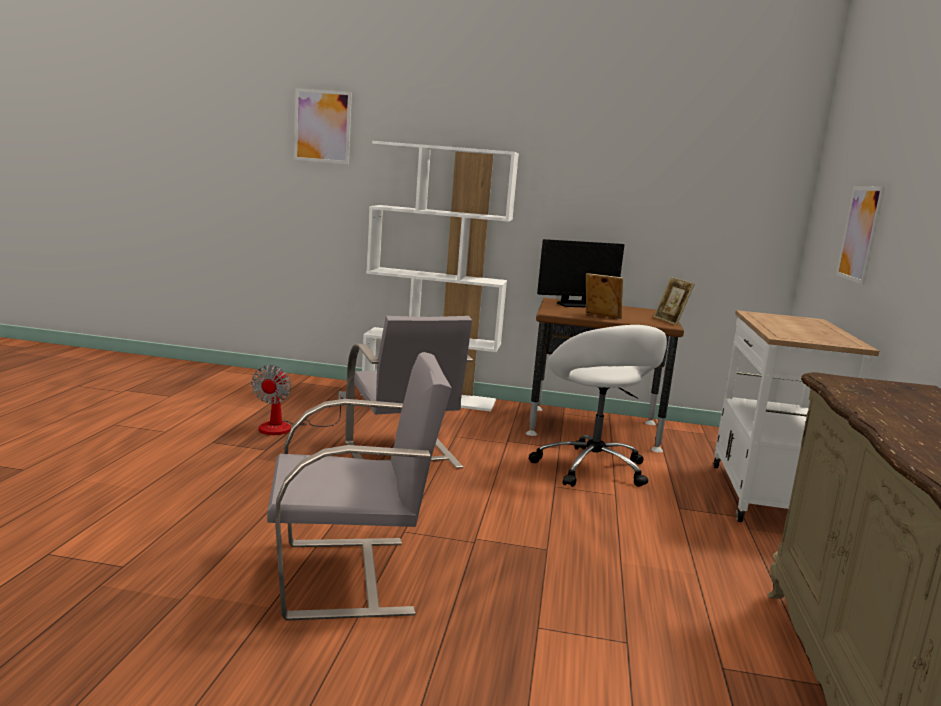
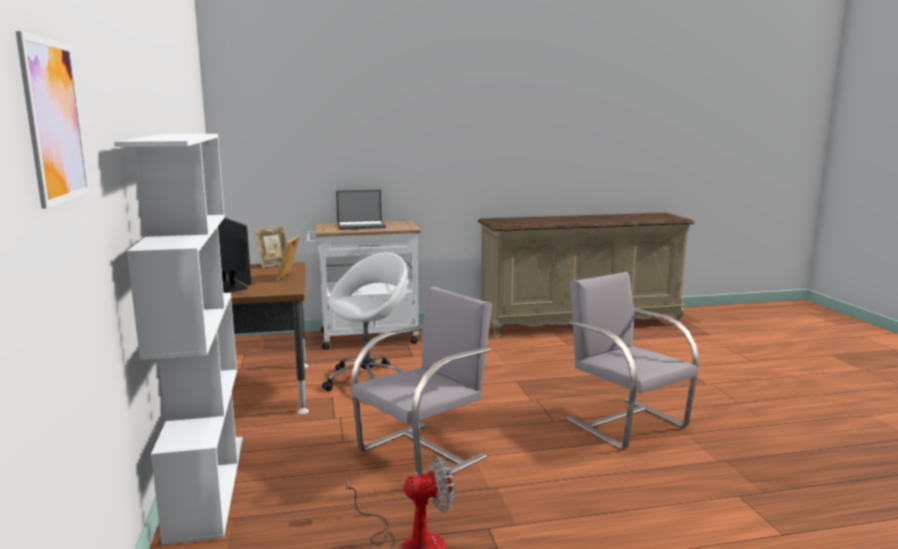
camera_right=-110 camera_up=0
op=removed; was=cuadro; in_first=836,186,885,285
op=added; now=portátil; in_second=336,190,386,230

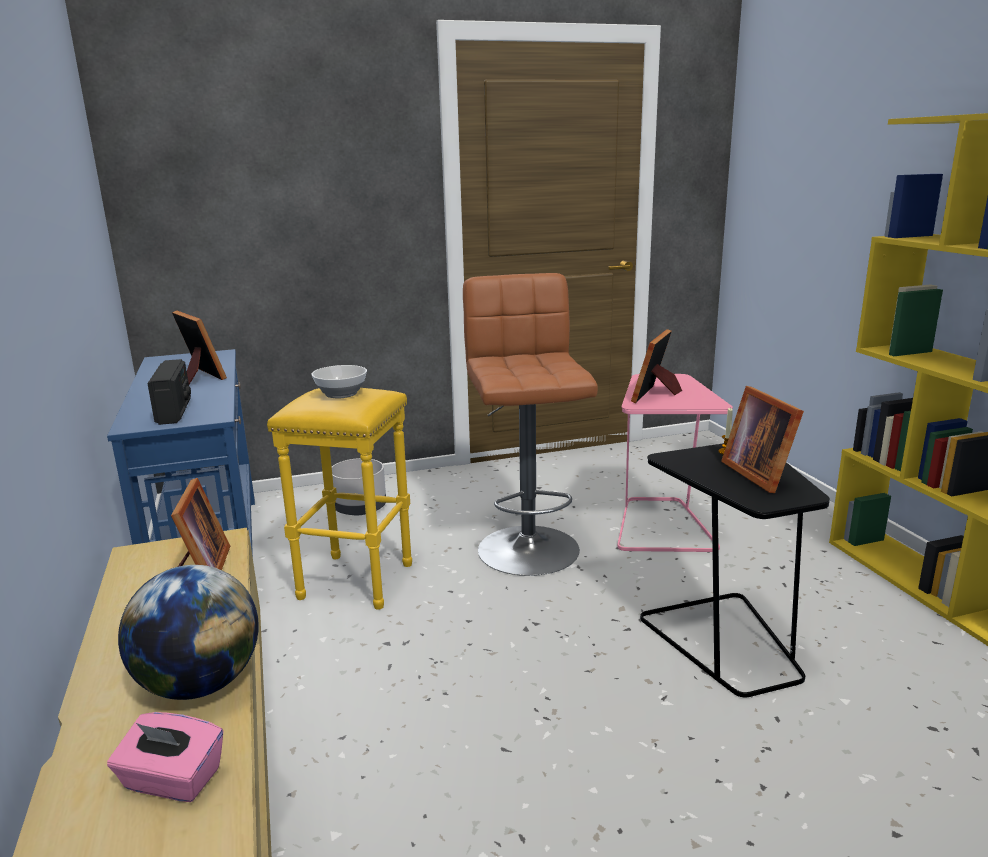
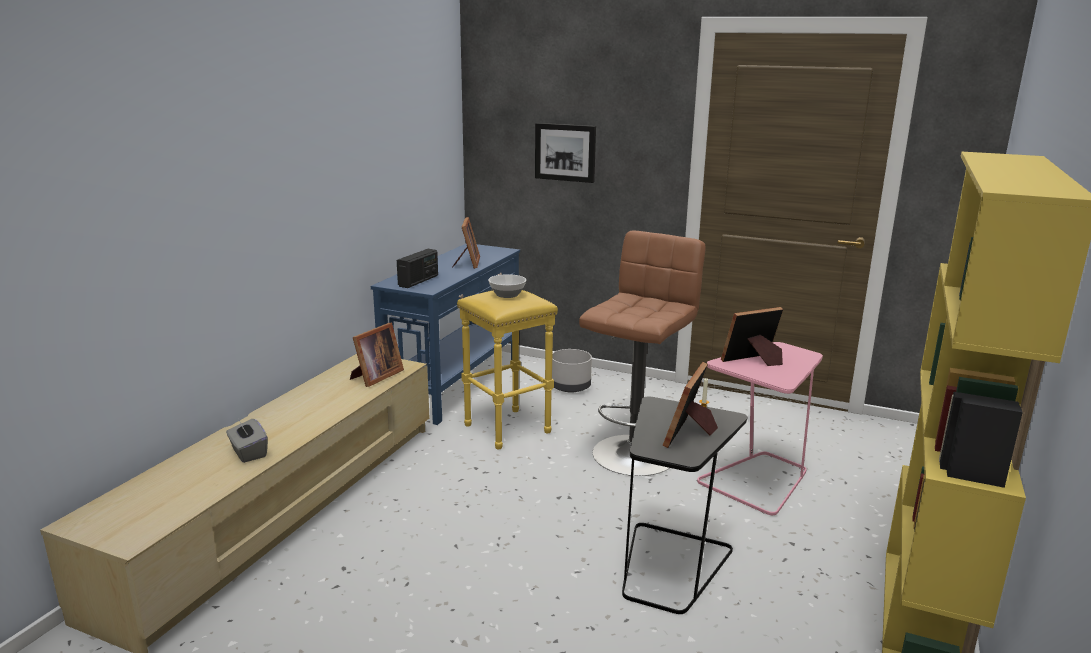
camera_right=40 camera_up=0
op=removed; was=globo terráqueo; in_first=118,565,259,700
op=added; now=cuadro; in_second=535,123,596,183
op=recoloured; was=caja de pañuelos [rosa]; now=caja de pañuelos [gris]; in_first=107,712,223,802; in_second=226,419,268,463

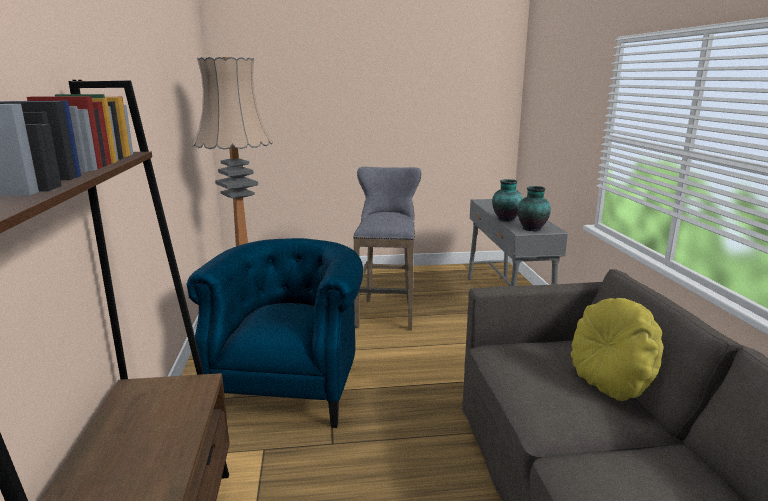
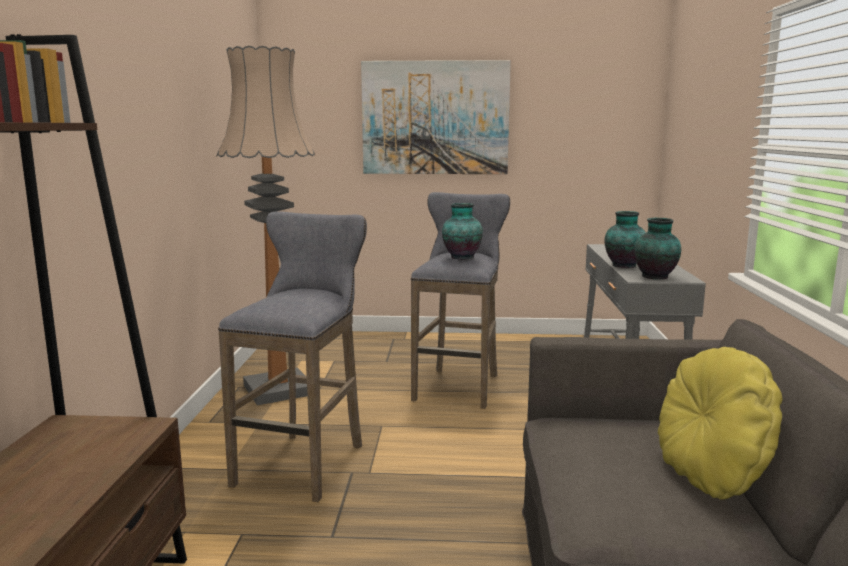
camera_right=10 camera_up=-5
op=added; now=cuadro; in_second=361,60,511,174
op=added; now=florero; in_second=442,203,483,260
op=replaced; was=sillón [azul]; now=taburete [gris]; in_first=186,238,363,428; in_second=218,211,367,502

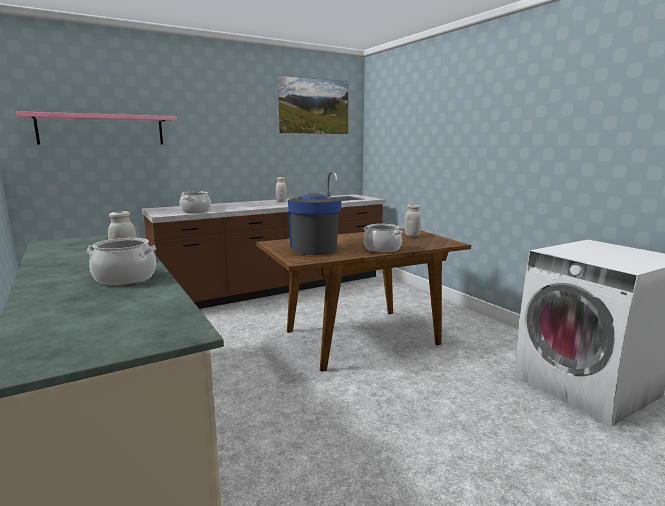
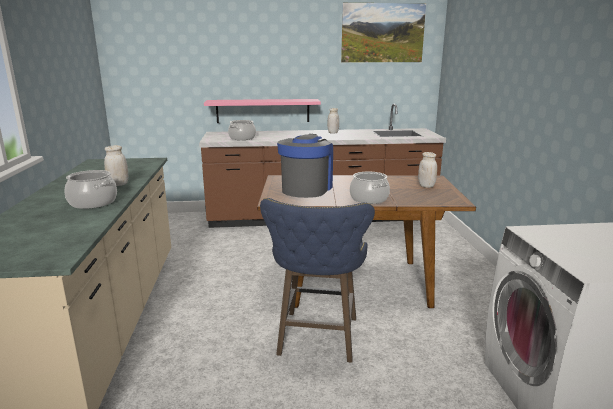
camera_right=25 camera_up=5
op=added; now=taburete [azul]; in_second=260,198,375,363
op=moved; was=estante [rosa]; in_first=16,111,177,145; in_second=204,99,321,123

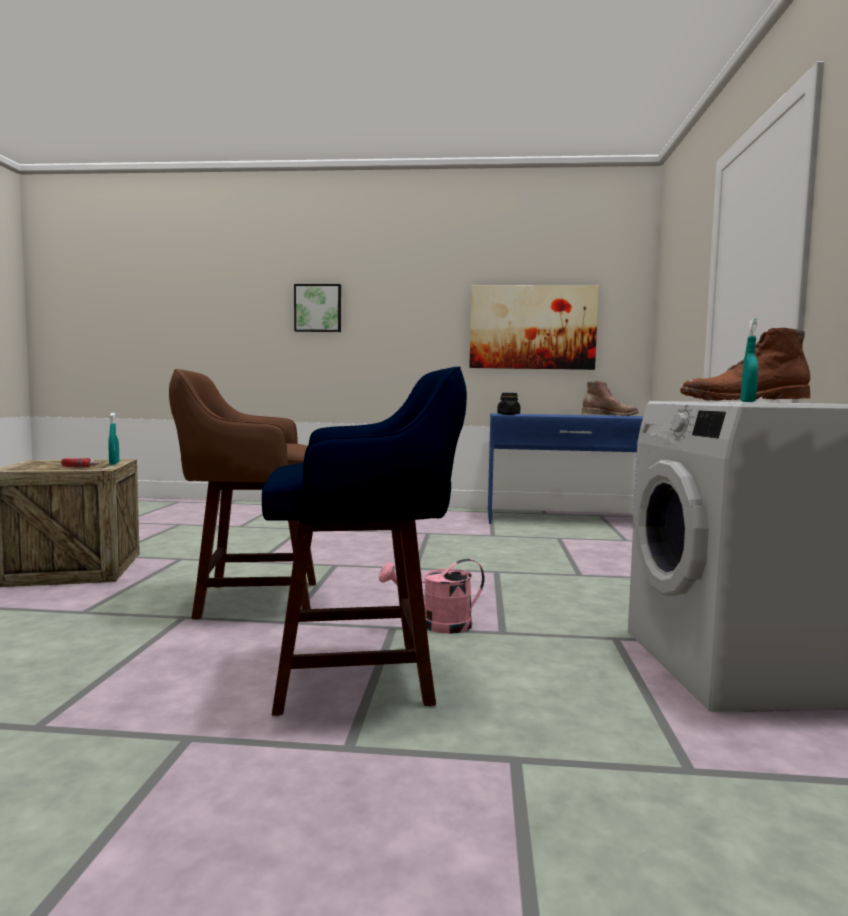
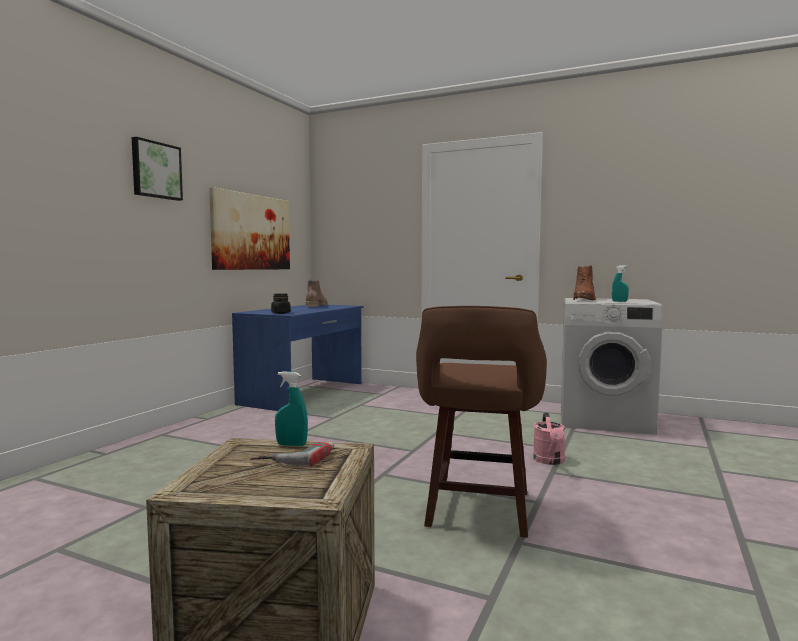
camera_right=-70 camera_up=0
op=removed; was=taburete [azul]; in_first=262,366,467,716
op=moved; was=cuadro; in_first=294,284,341,332; in_second=132,137,183,201

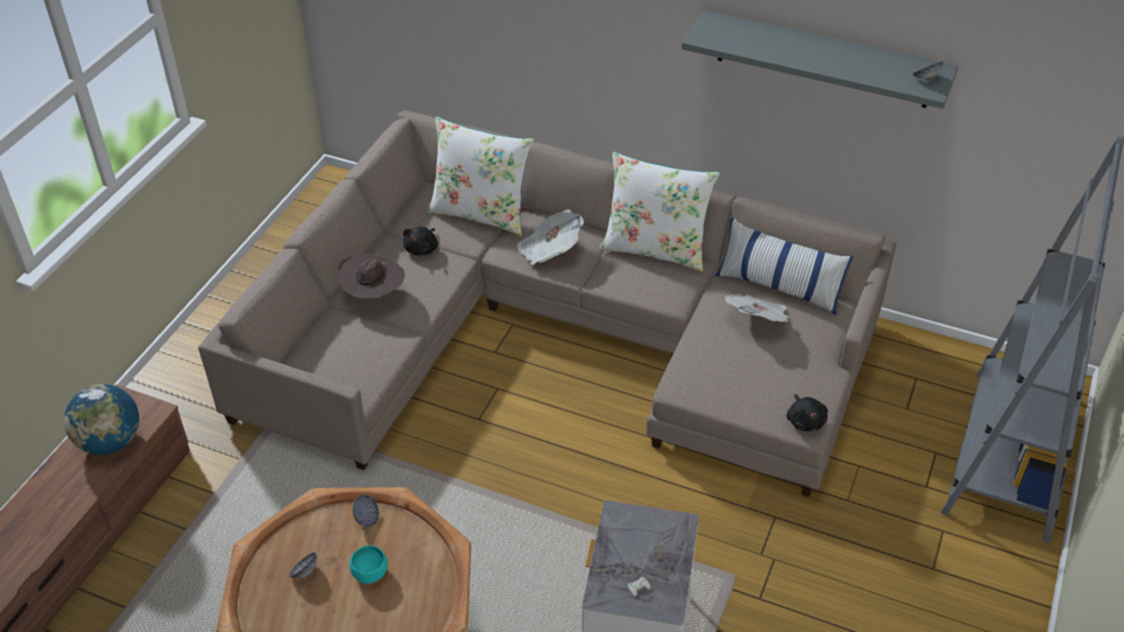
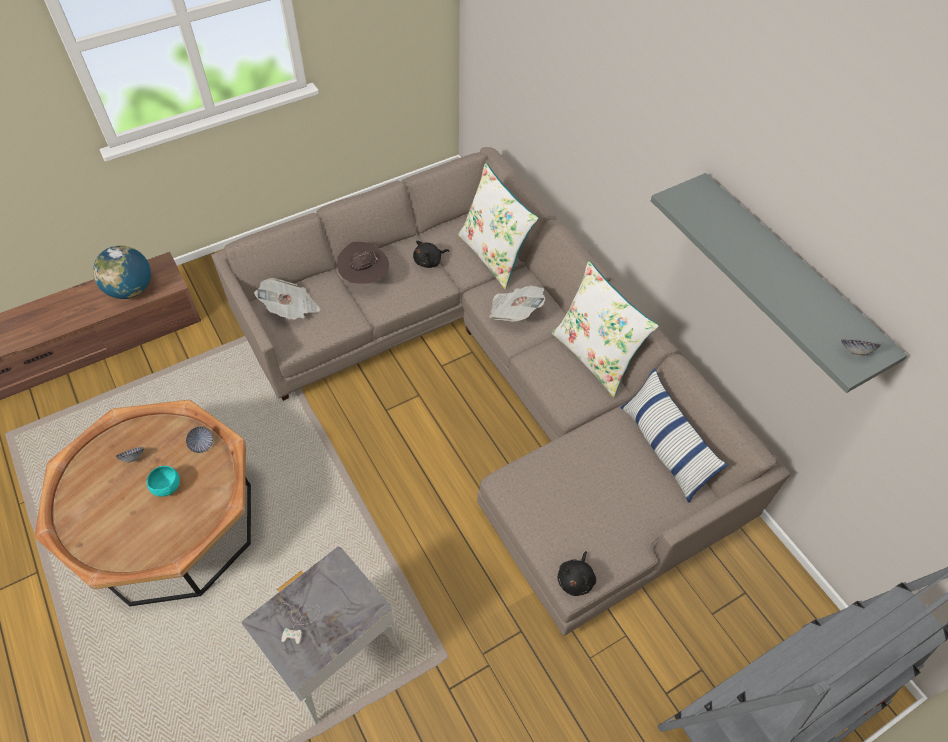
camera_right=35 camera_up=10
op=moved; was=periódico; in_first=725,294,789,322; in_second=254,278,320,320

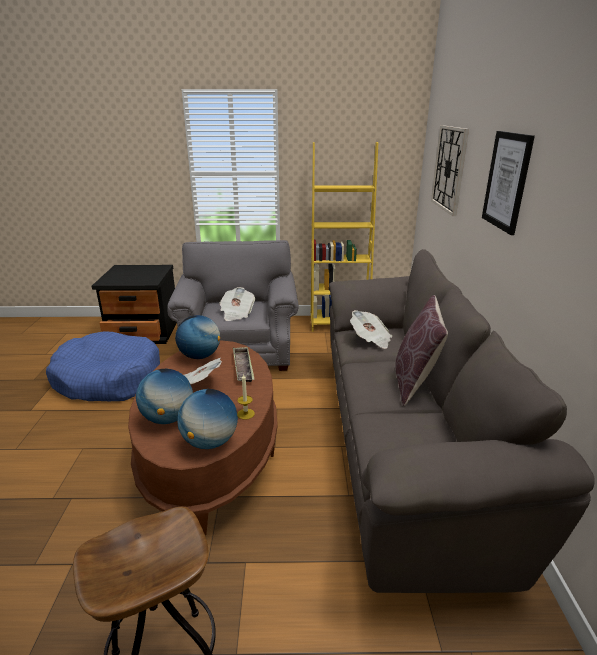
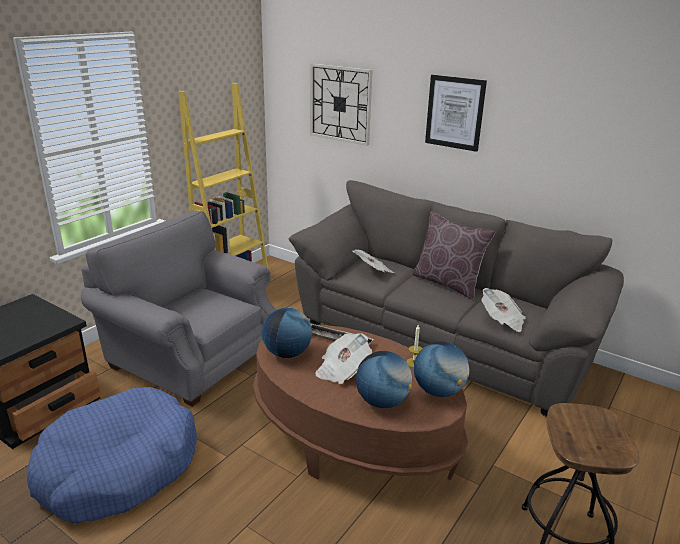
camera_right=-55 camera_up=0
op=moved; was=periódico; in_first=220,287,255,321; in_second=481,288,526,332

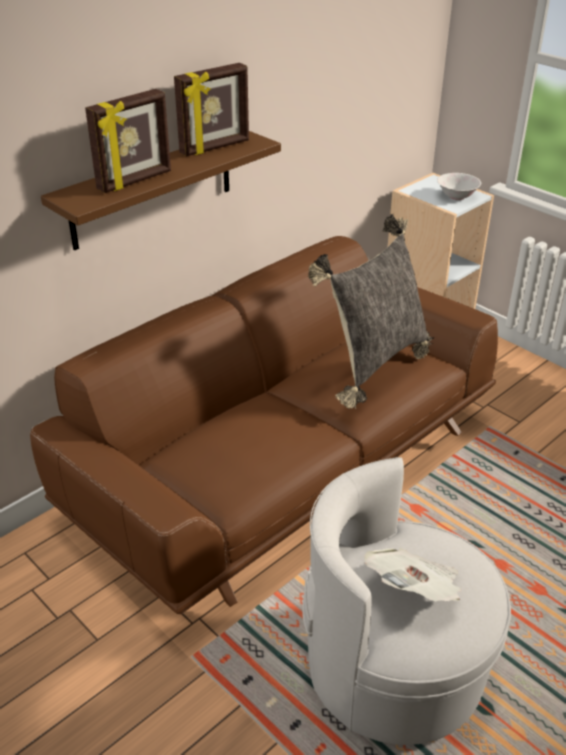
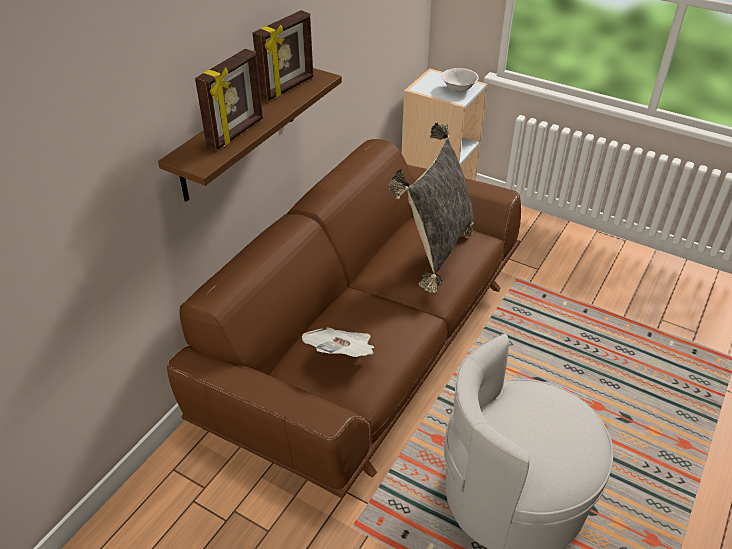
camera_right=-15 camera_up=5
op=moved; was=periódico; in_first=364,548,461,601; in_second=302,327,374,357

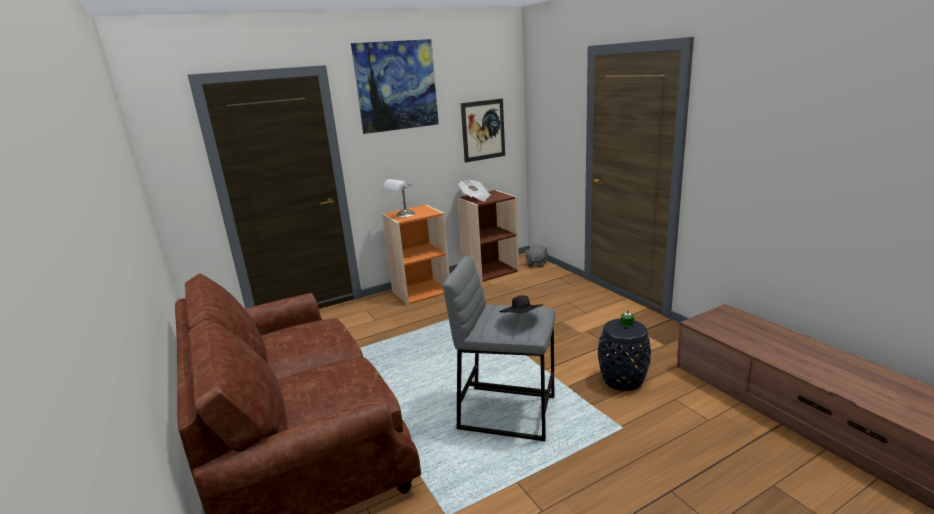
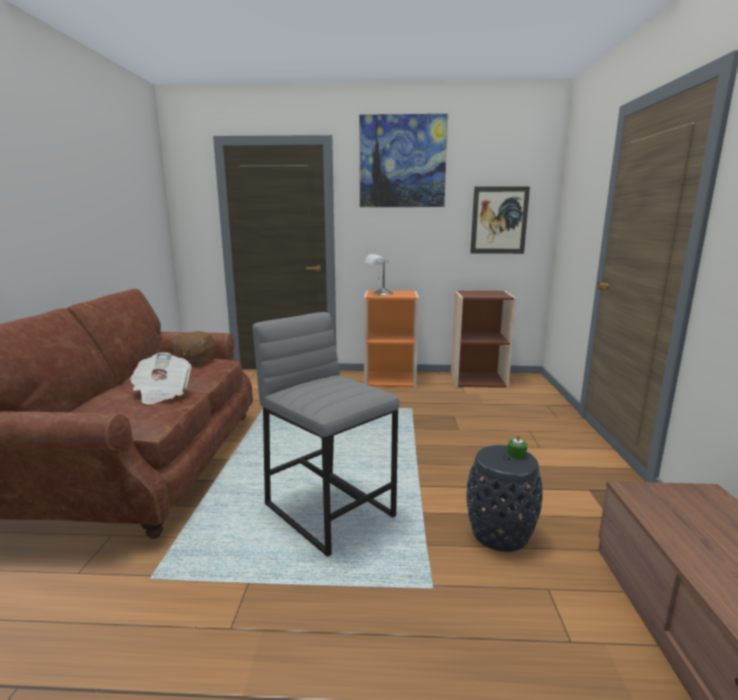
camera_right=30 camera_up=-5
op=removed; was=sombrero [negro]; in_first=499,295,543,313
op=removed; was=peluche [gris]; in_first=524,245,548,267
op=added; now=peluche [marrón]; in_second=172,331,215,366
op=moved; was=periódico; in_first=458,179,491,201; in_second=130,352,192,404

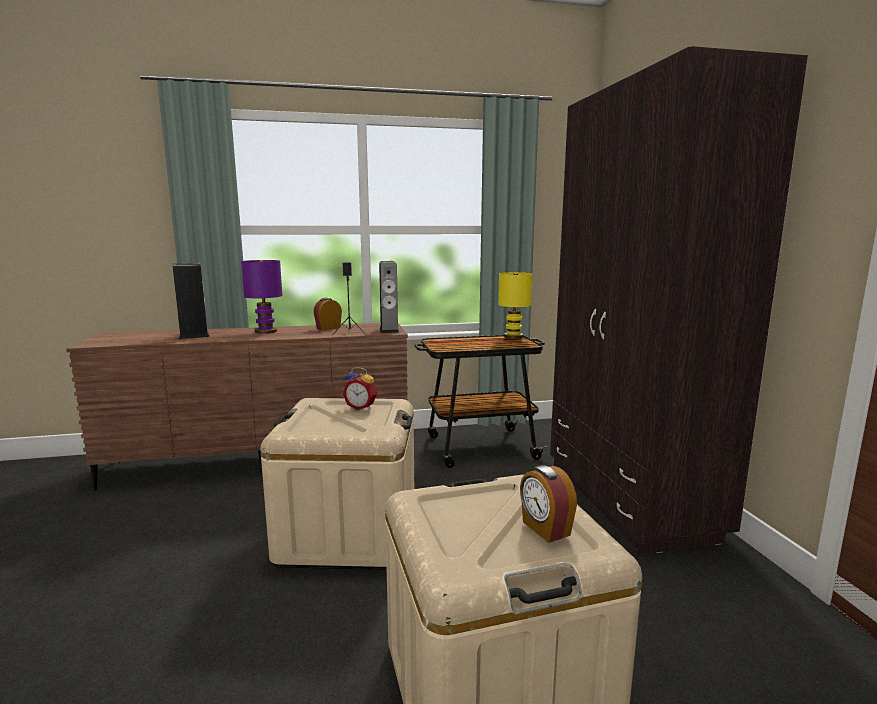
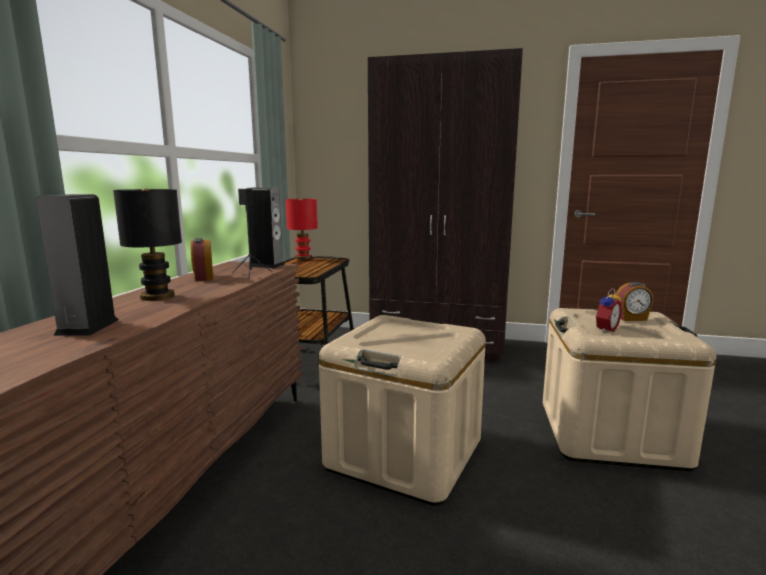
camera_right=-65 camera_up=0
op=moved; was=despertador; in_first=343,367,377,410; in_second=595,288,622,333
op=recoloured; was=lámpara de mesa [morado]; now=lámpara de mesa [negro]; in_first=241,260,283,334; in_second=113,189,182,301
op=recoloured; was=lámpara de mesa [amarillo]; now=lámpara de mesa [rojo]; in_first=498,272,532,339; in_second=286,199,318,260

